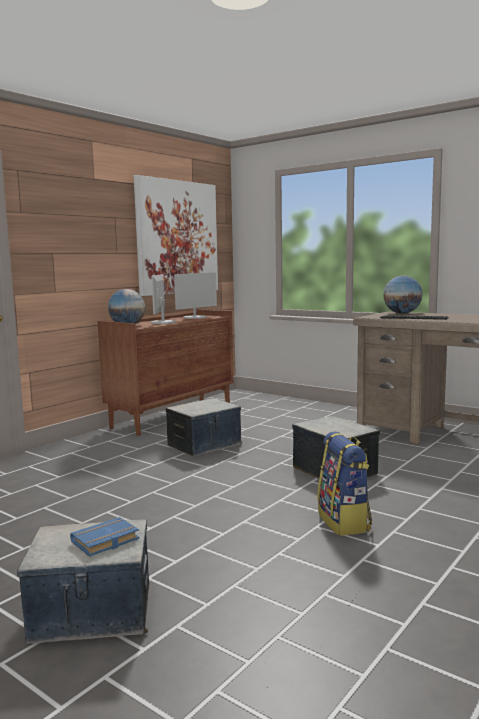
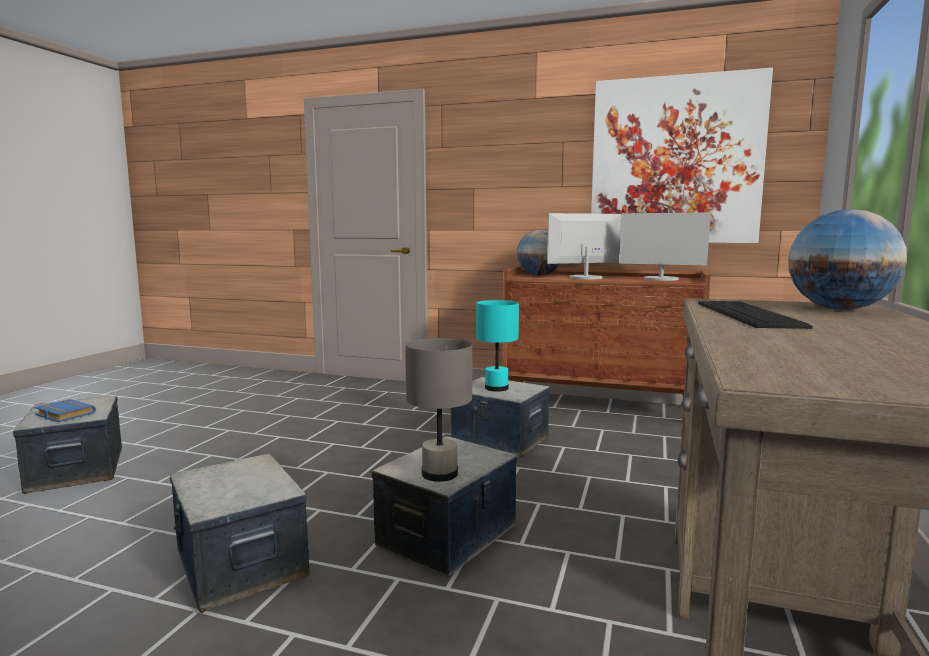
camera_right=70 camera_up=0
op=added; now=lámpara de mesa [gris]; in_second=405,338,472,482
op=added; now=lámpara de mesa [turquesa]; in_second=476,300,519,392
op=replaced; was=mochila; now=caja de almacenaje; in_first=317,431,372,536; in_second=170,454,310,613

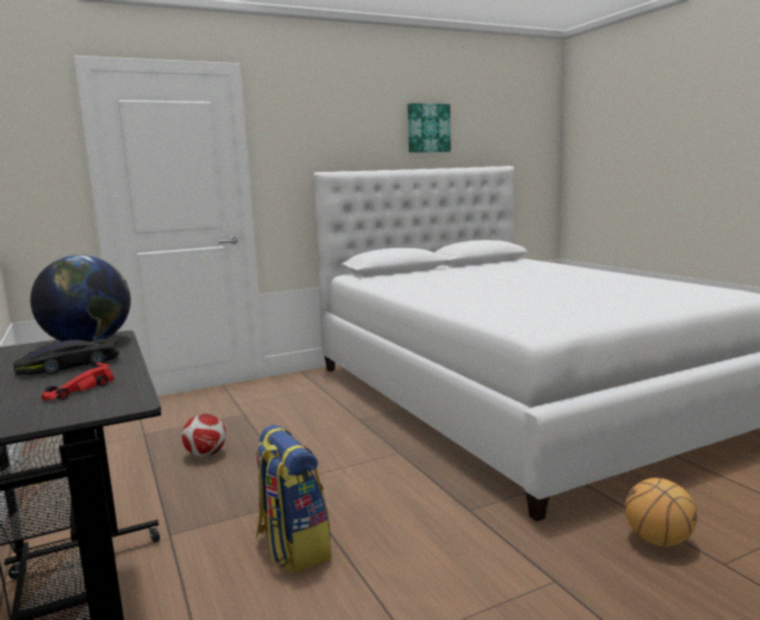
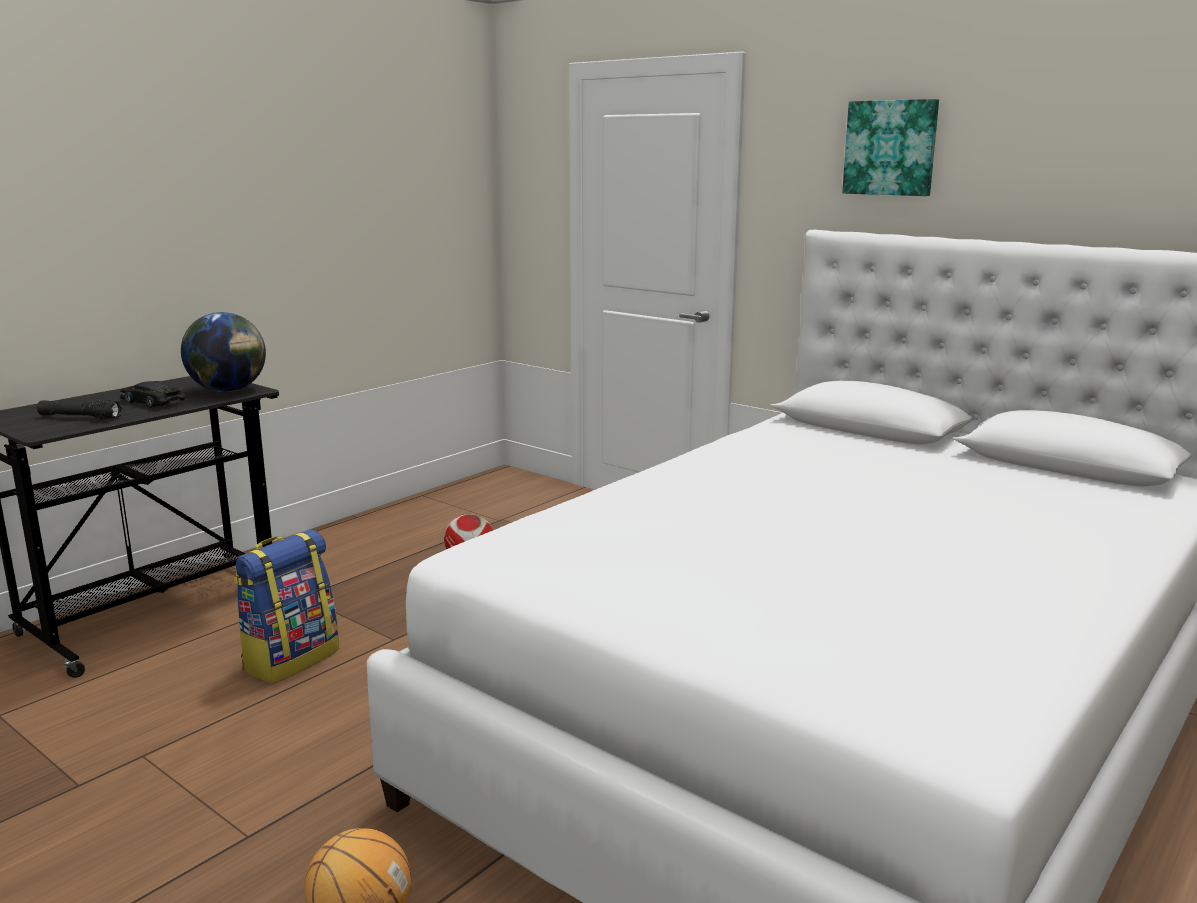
camera_right=65 camera_up=5
op=moved; was=cuadro; in_first=408,103,451,153; in_second=842,99,939,196
op=replaced; was=coche de juguete [rojo]; now=linterna [negro]; in_first=42,363,114,401; in_second=37,399,122,420

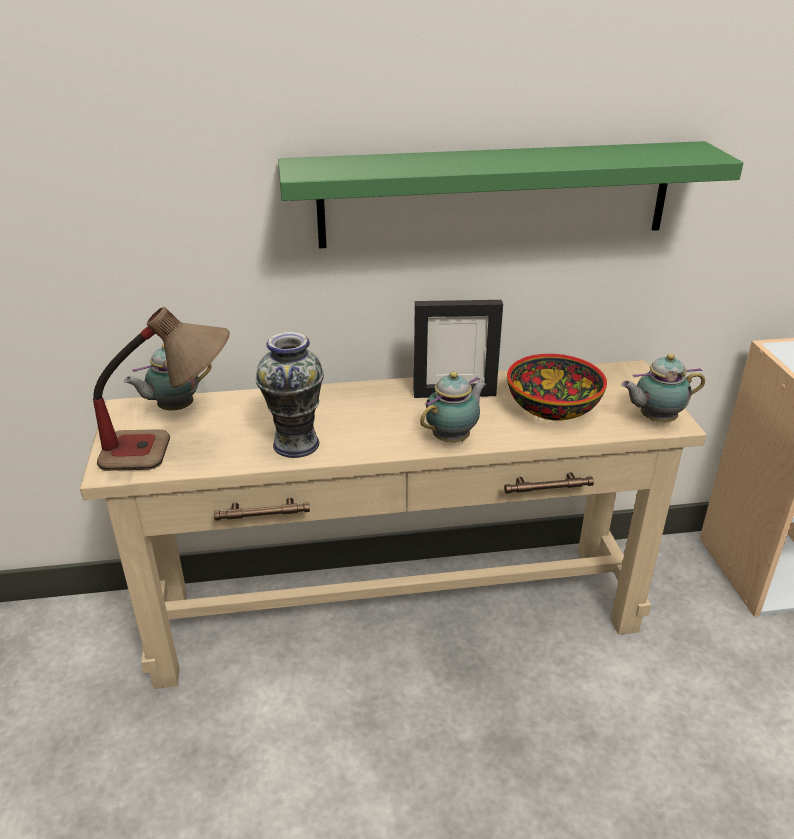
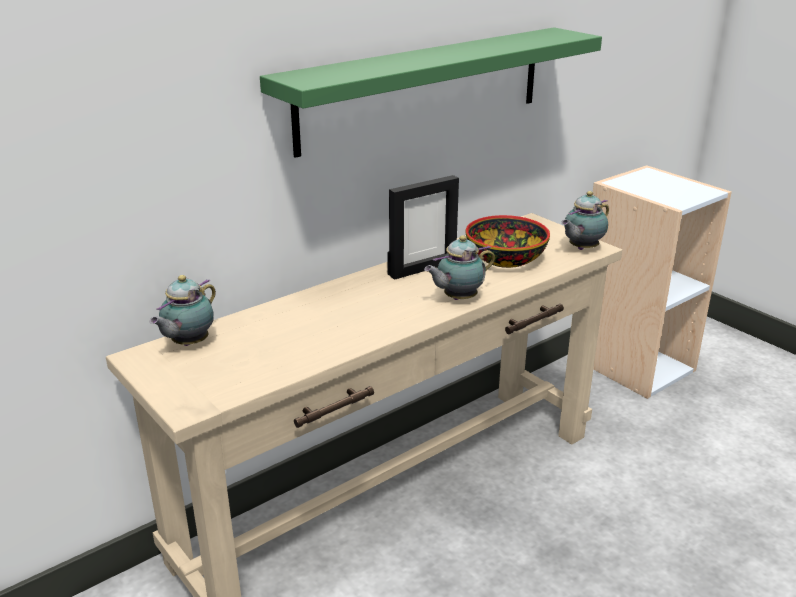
camera_right=-30 camera_up=-5
op=removed; was=lámpara de mesa; in_first=93,307,230,471
op=removed; was=florero; in_first=256,332,324,458
op=turned; was=tetera; in_first=420,372,487,442; in_second=424,235,495,300; clockwise=-135

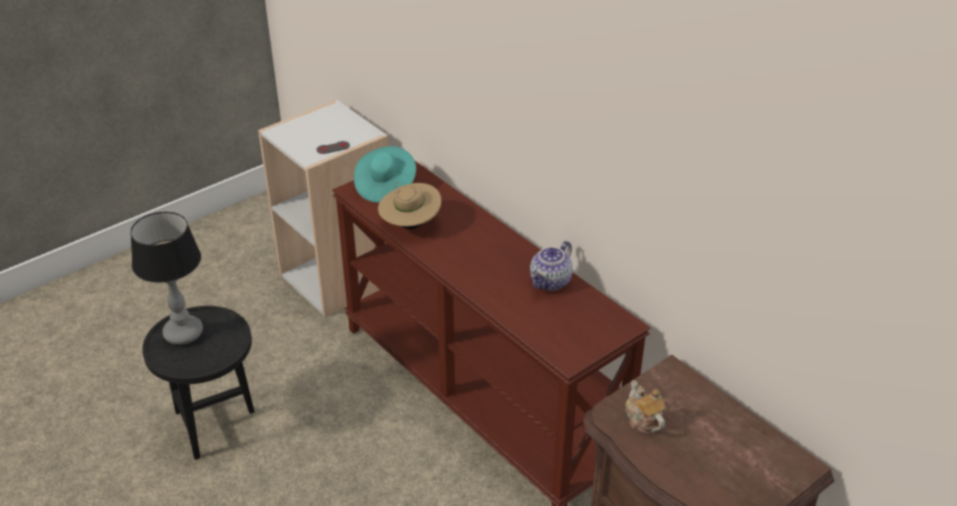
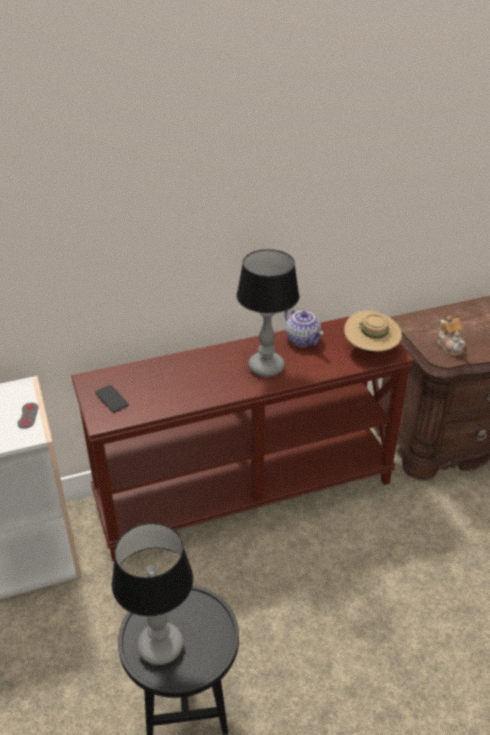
camera_right=-70 camera_up=0
op=added; now=lámpara de mesa; in_second=236,249,300,377
op=moved; was=sombrero [beis]; in_first=378,183,441,229; in_second=344,310,402,353
op=replaced; was=sombrero [turquesa]; now=móvil; in_first=354,146,416,203; in_second=95,385,129,412
op=turned; was=tetera; in_first=625,380,666,434; in_second=437,316,465,356; clockwise=-105

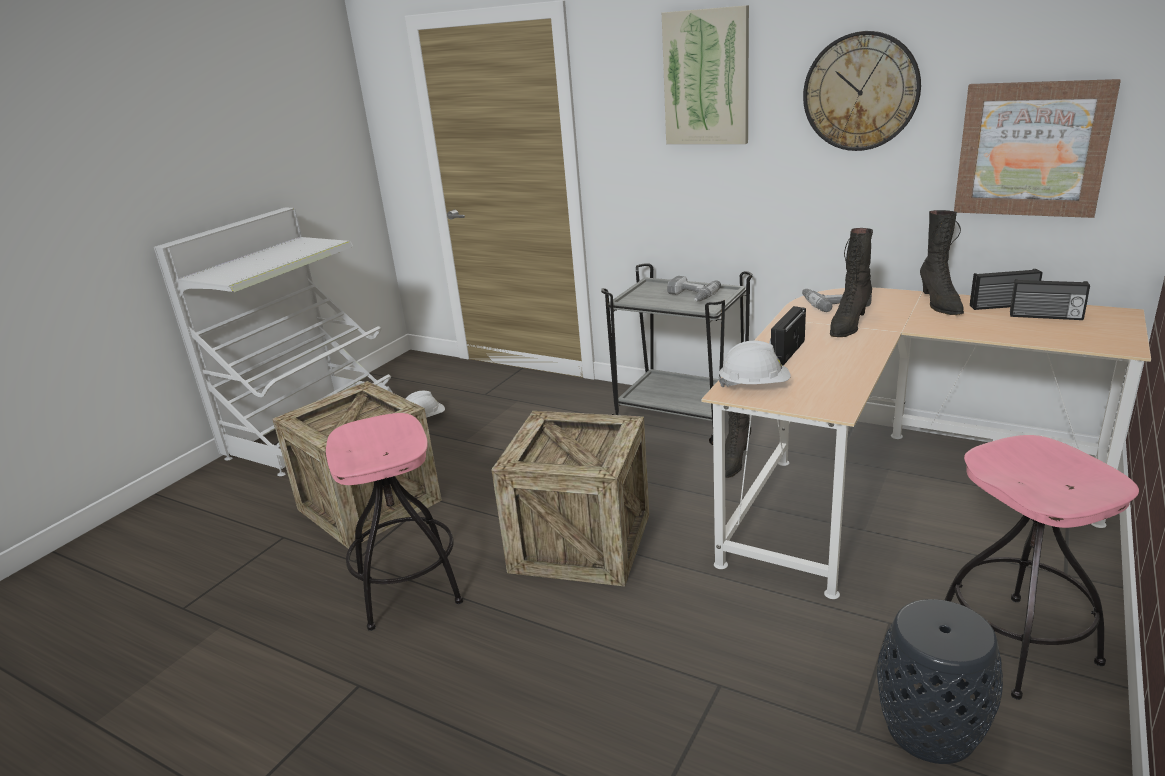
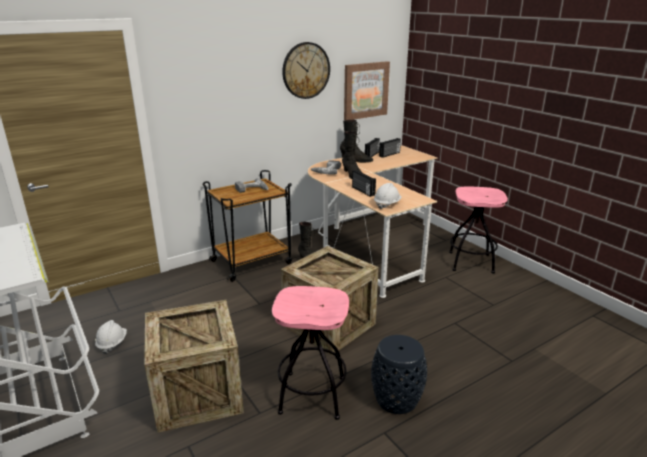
camera_right=-65 camera_up=0
op=removed; was=cuadro; in_first=662,5,749,144
op=moved; was=taburete [negro]; in_first=877,599,1003,764; in_second=371,335,427,414
op=recoloured; was=carrito [gris]; now=carrito [marrón]; in_first=601,263,753,445; in_second=203,170,292,282

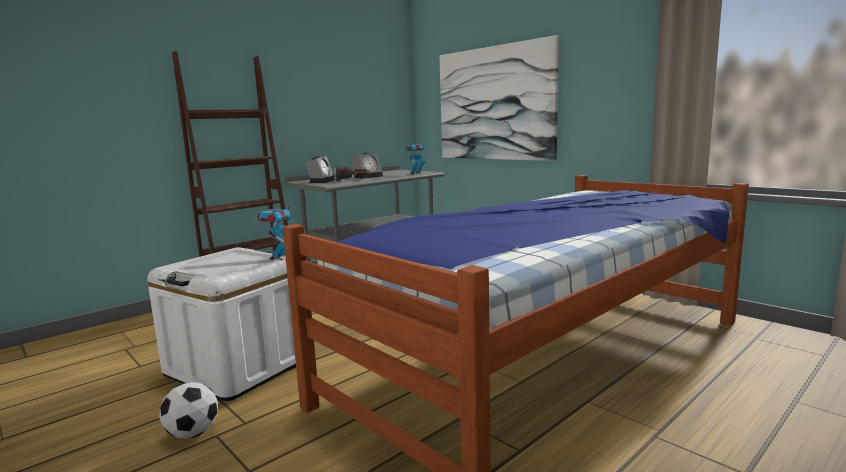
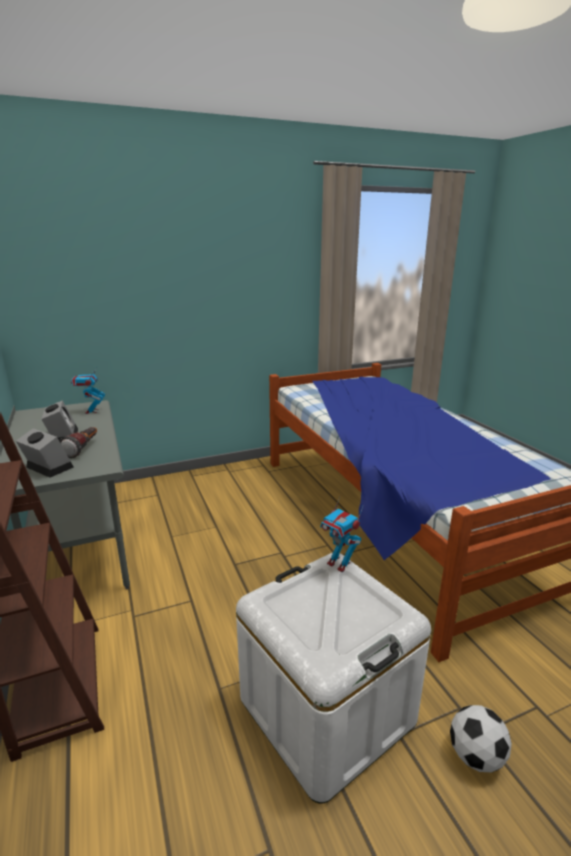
camera_right=-70 camera_up=10
op=removed; was=cuadro; in_first=440,35,559,161

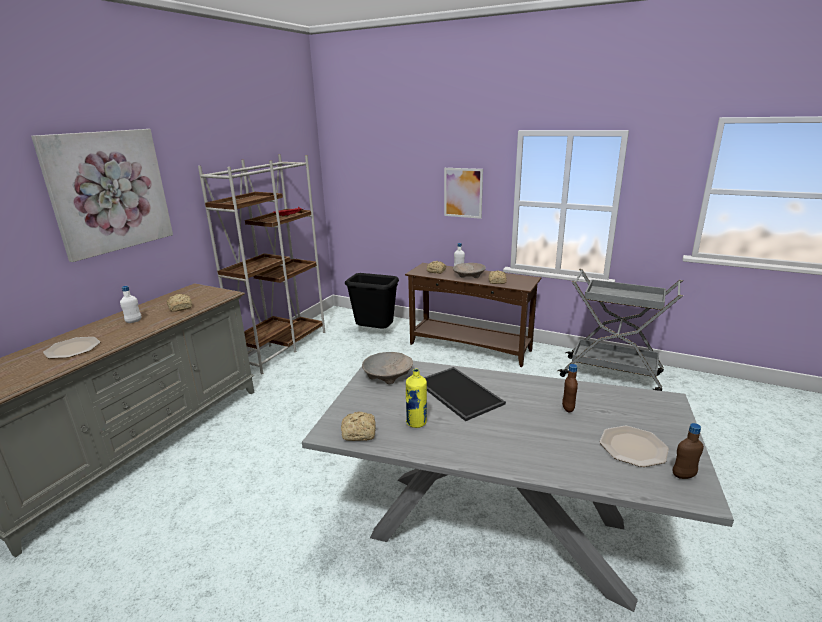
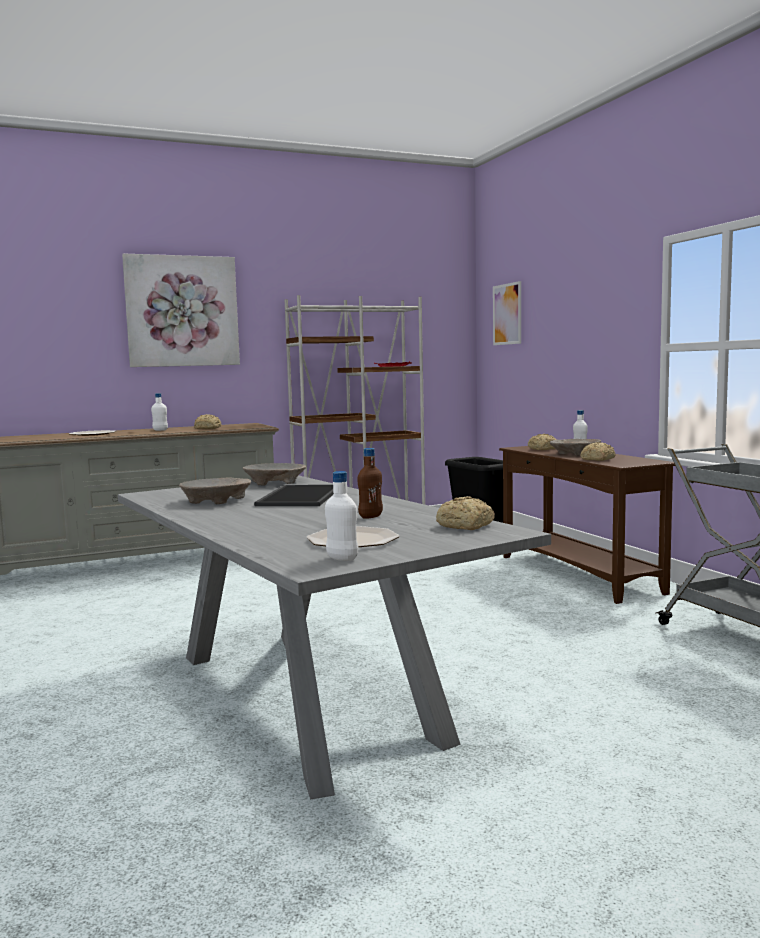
camera_right=40 camera_up=-15
op=moved; was=pan; in_first=341,412,376,441; in_second=436,496,495,530
op=moved; was=cuadro; in_first=444,168,483,219; in_second=493,281,521,345
op=replaced; was=botella [amarillo]; now=cuenco [beis]; in_first=406,369,427,428; in_second=179,478,251,504
op=recoloured; was=botella [marrón]; now=botella [blanco]; in_first=672,423,704,479; in_second=325,471,358,561

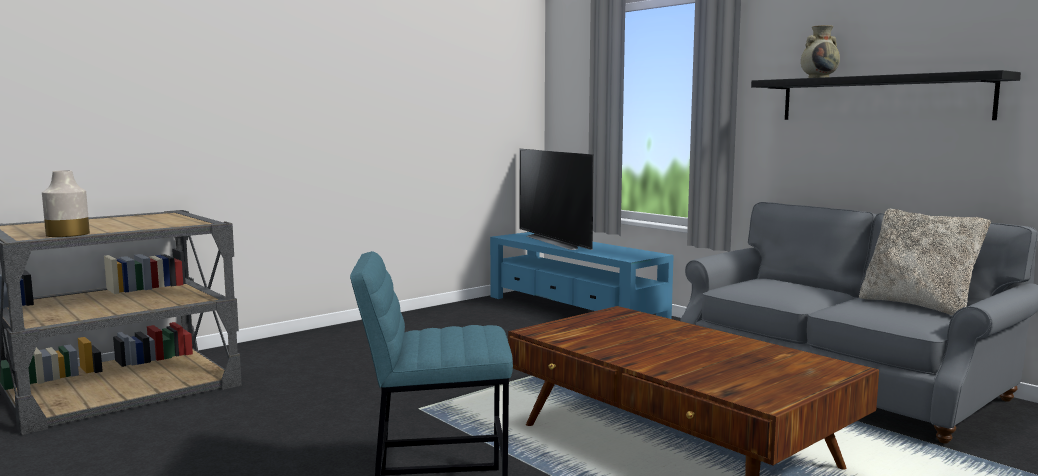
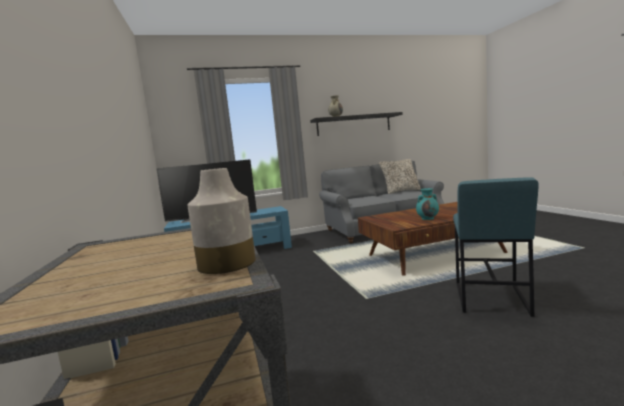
camera_right=-65 camera_up=0
op=added; now=florero [turquesa]; in_second=416,188,439,220

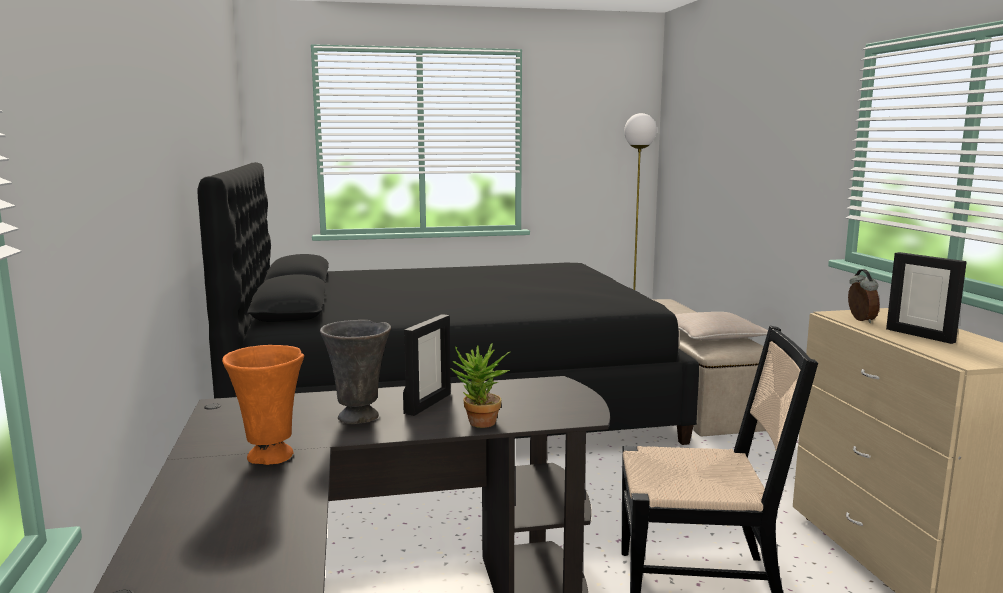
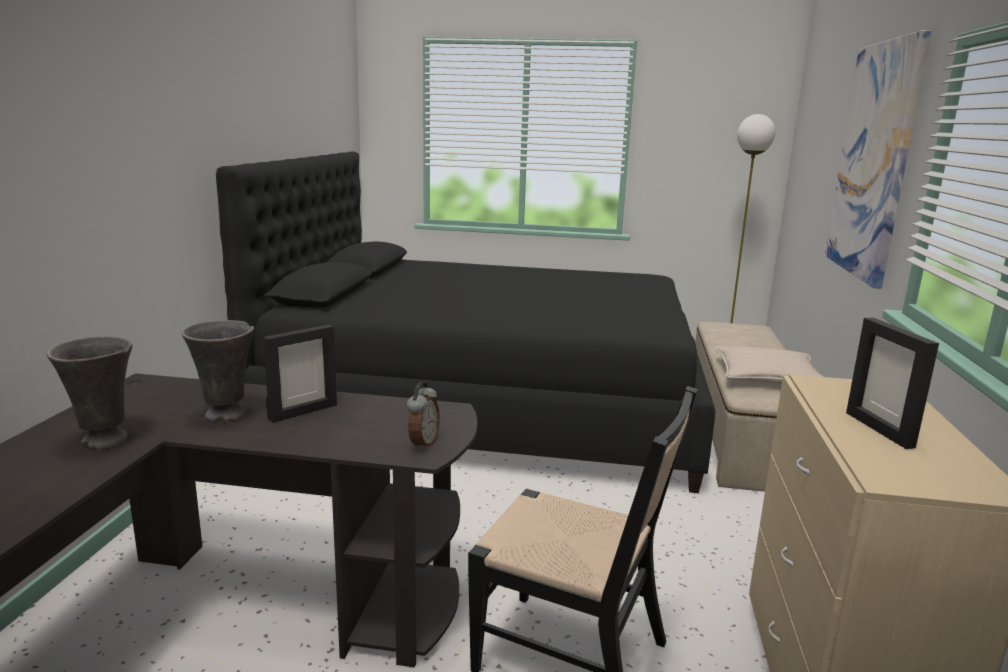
camera_right=20 camera_up=5
op=removed; was=planta en maceta; in_first=451,343,510,428
op=added; now=cuadro; in_second=825,30,931,289
op=moved; was=despertador; in_first=848,269,880,323; in_second=407,382,440,451
op=recoloured; was=florero [naranja]; now=florero [gris]; in_first=222,345,304,465; in_second=47,336,133,449

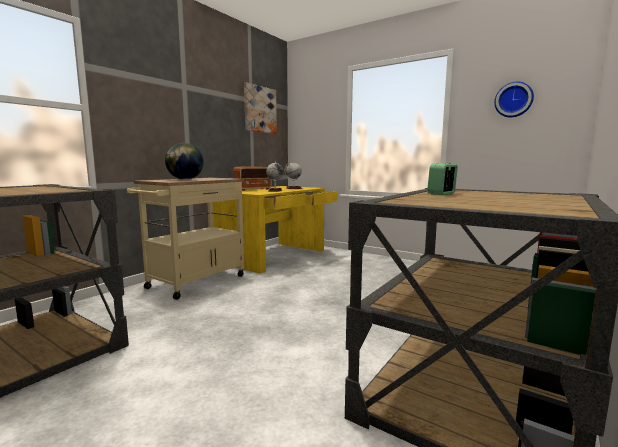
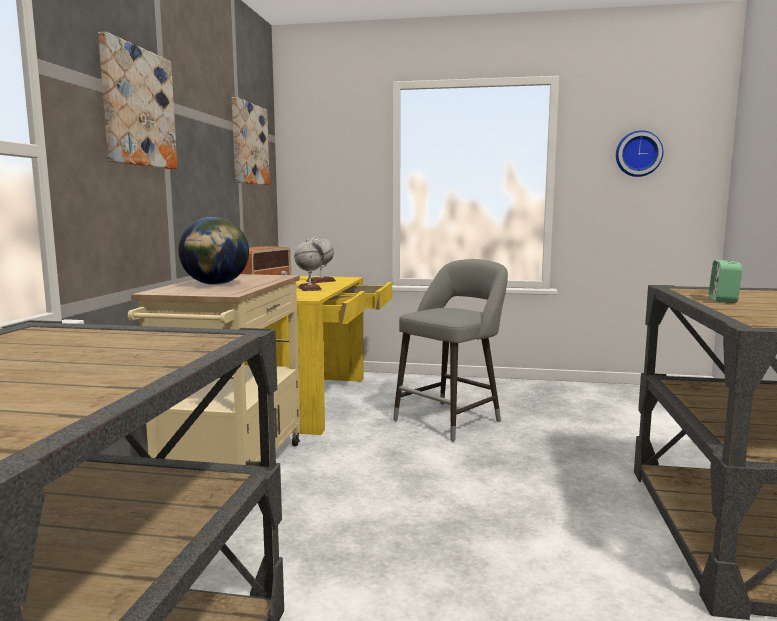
camera_right=-25 camera_up=0
op=added; now=cuadro; in_second=98,32,177,169
op=added; now=taburete [gris]; in_second=393,259,508,441

